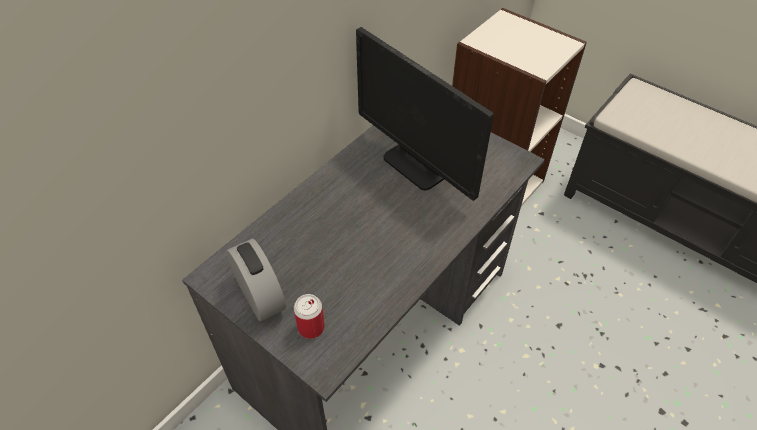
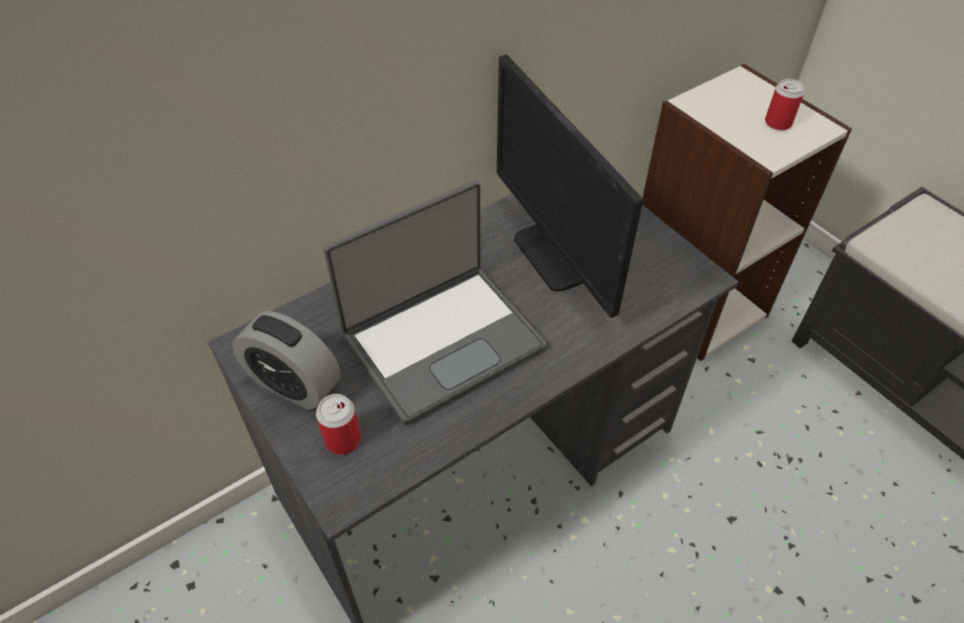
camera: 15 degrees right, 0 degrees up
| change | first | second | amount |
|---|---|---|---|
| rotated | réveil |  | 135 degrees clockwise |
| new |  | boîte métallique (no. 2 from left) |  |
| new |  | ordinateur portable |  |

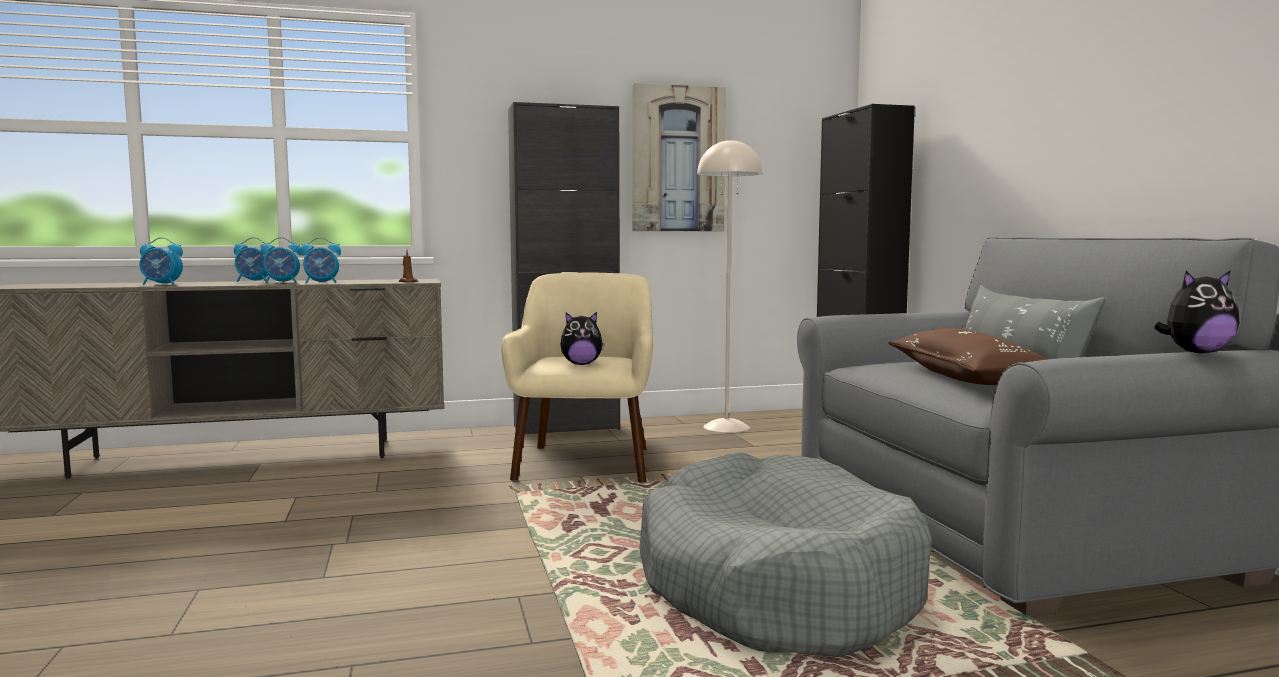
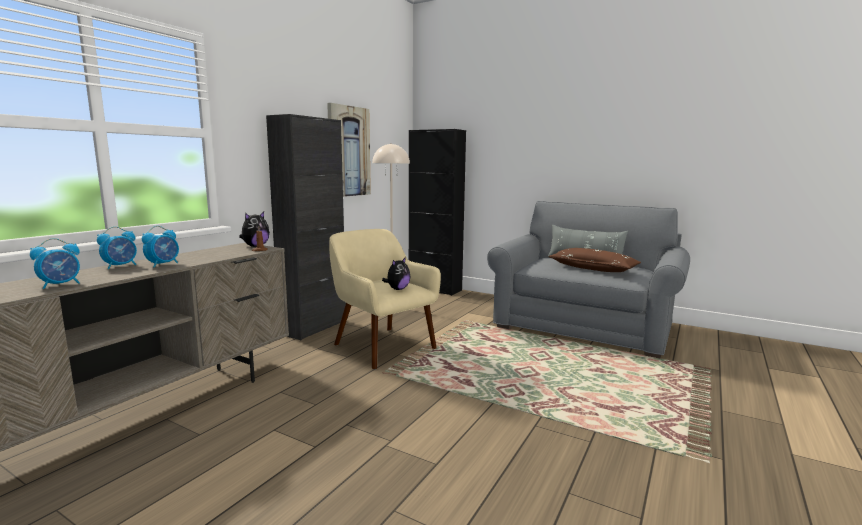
camera: 45 degrees left, 5 degrees up
| change | first | second | amount |
|---|---|---|---|
| gone | réveil (no. 4 from left) |  |  |
| shifted | peluche (no. 2 from left in the first image) | peluche (no. 1 from left) |  |
| gone | panier pour chien (gris) |  |  |

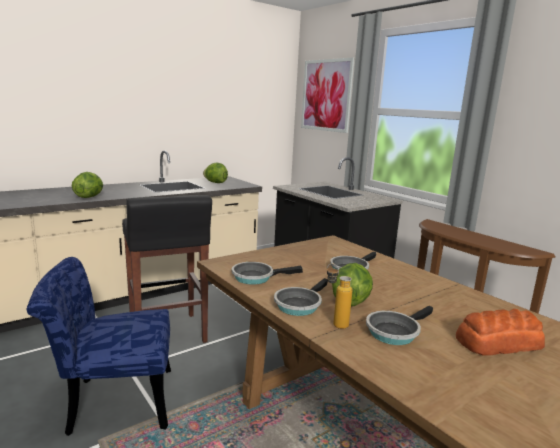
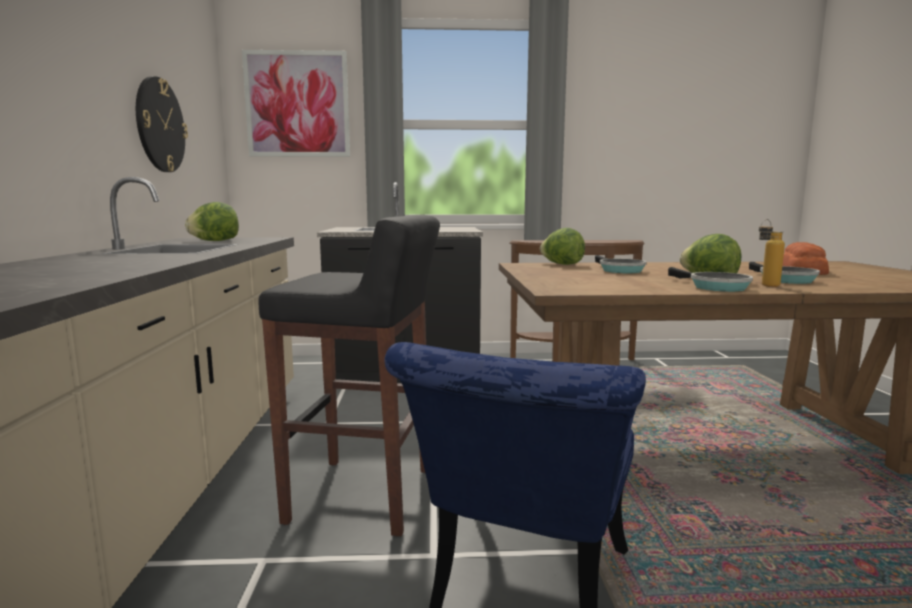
camera: 55 degrees left, 5 degrees down
| change | first | second | amount |
|---|---|---|---|
| shifted | laitue (no. 1 from left in the first image) | laitue (no. 2 from left) |  |
| gone | poêle (no. 1 from left) |  |  |
| new |  | horloge murale |  |

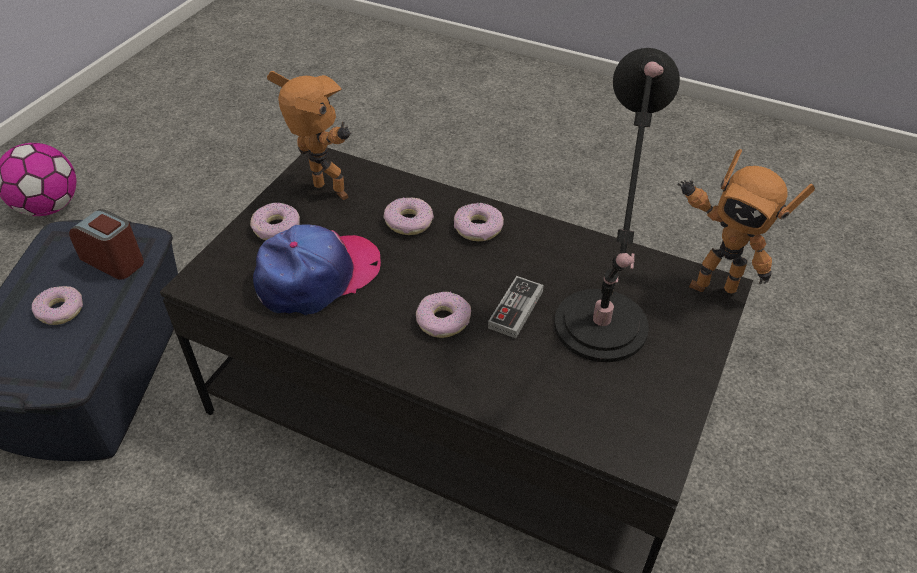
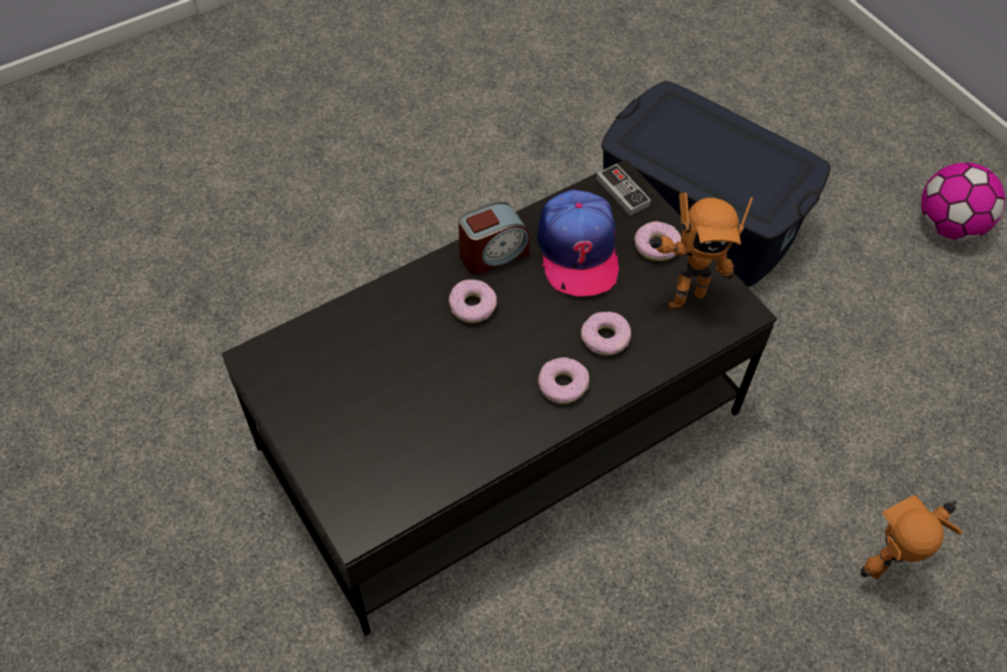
camera: 120 degrees right, 10 degrees up
| change | first | second | amount |
|---|---|---|---|
| gone | lampe de table (noir) |  |  |
| shifted | robot jouet (no. 2 from left) |  |  |
| shifted | réveil |  |  |
| shifted | manette |  |  |
| gone | beignet (no. 1 from left) |  |  |

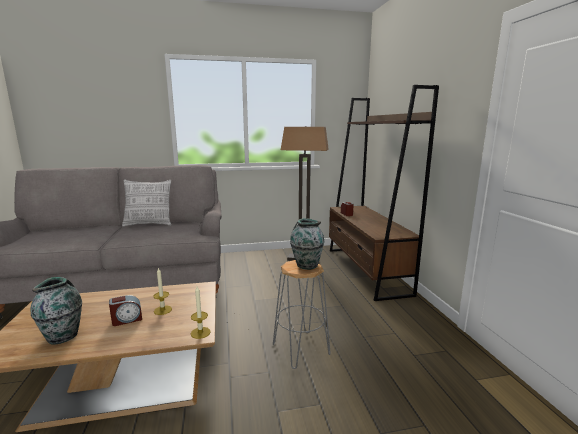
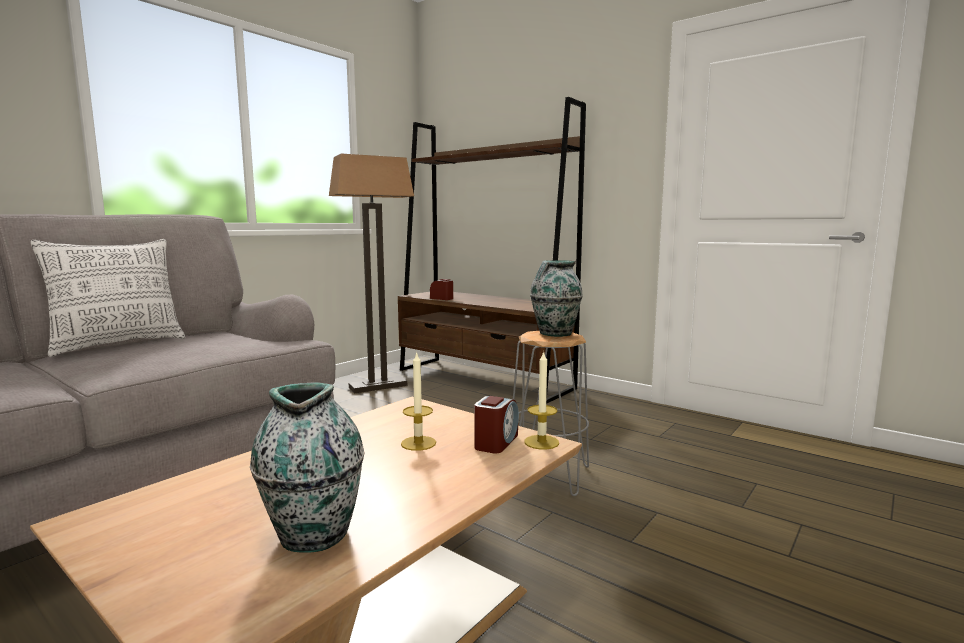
camera: 40 degrees left, 5 degrees down
| change | first | second | amount |
|---|---|---|---|
| shifted | réveil (no. 1 from left in the first image) | réveil (no. 2 from left) |  |

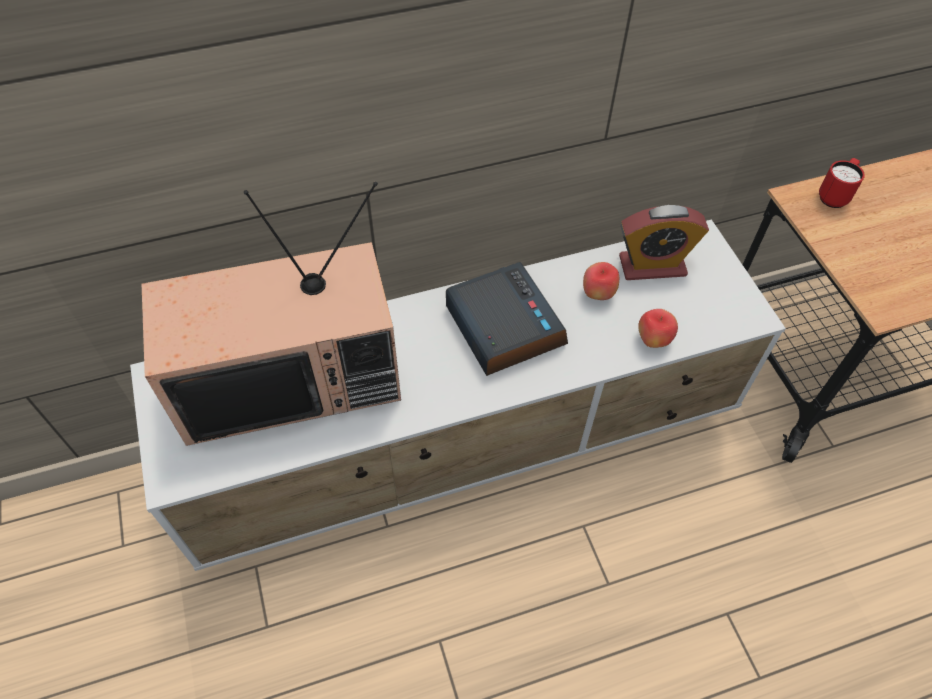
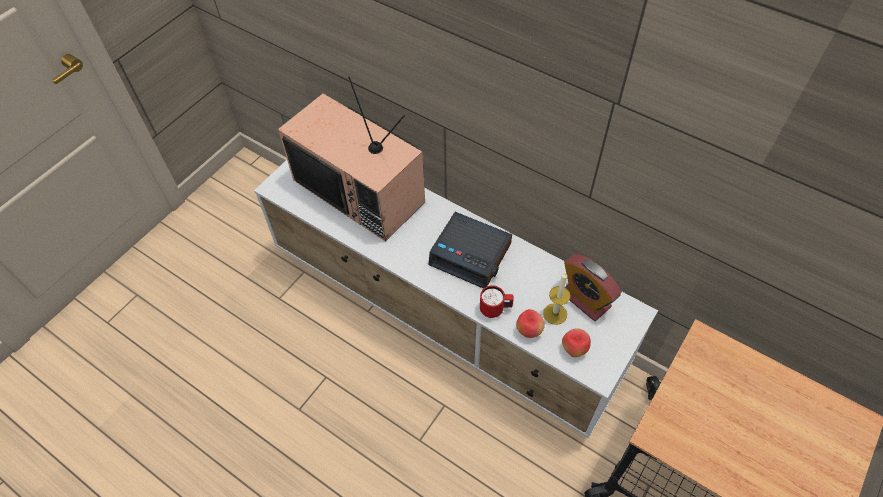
camera: 55 degrees right, 0 degrees up
| change | first | second | amount |
|---|---|---|---|
| shifted | mug (rouge) |  |  |
| rotated | réveil (no. 1 from left) |  | 90 degrees clockwise |
| shifted | pomme (no. 1 from left in the first image) | pomme (no. 2 from left) |  |
| new |  | bougie |  |

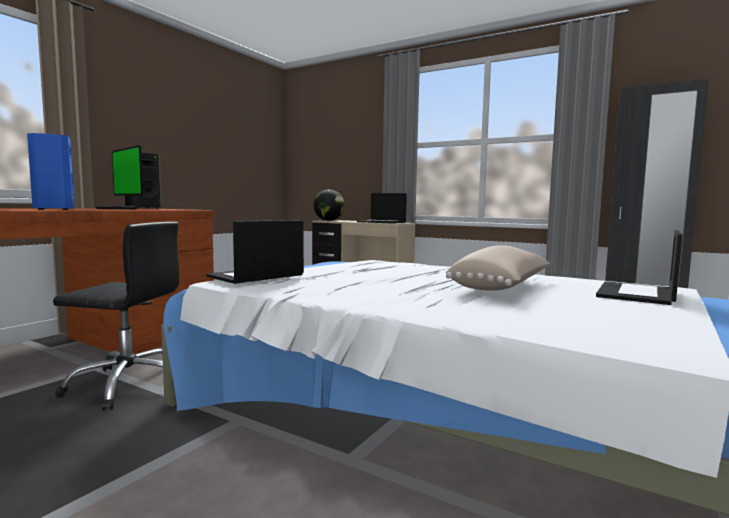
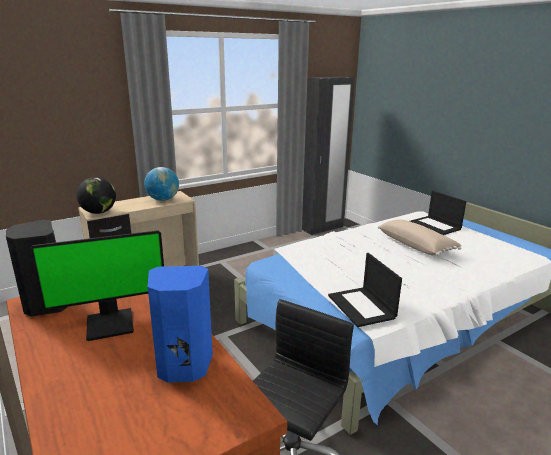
camera: 65 degrees left, 15 degrees up
| change | first | second | amount |
|---|---|---|---|
| swapped | ordinateur portable (no. 2 from left) | globe (no. 2 from left) |  |

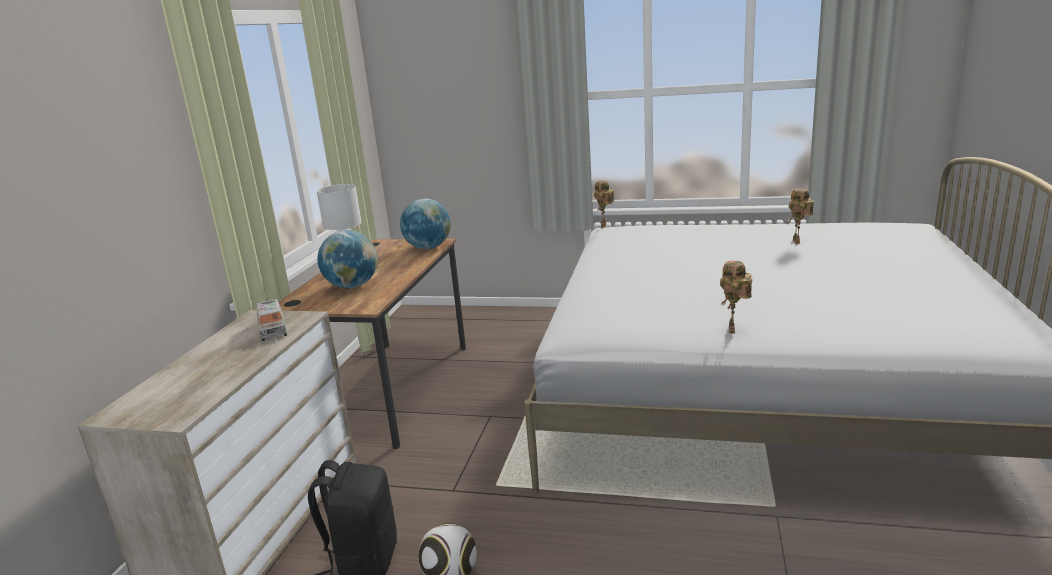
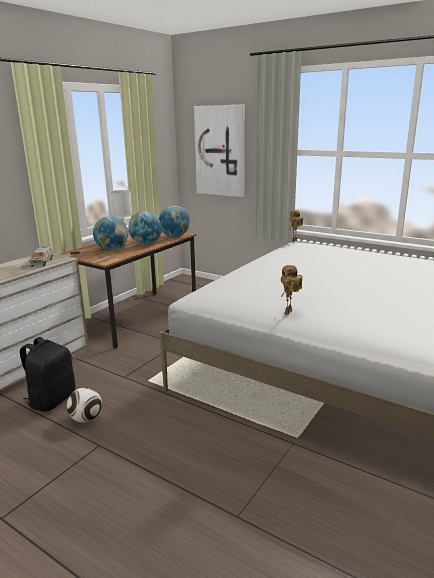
camera: 20 degrees right, 0 degrees up
| change | first | second | amount |
|---|---|---|---|
| gone | robot jouet (no. 3 from left) |  |  |
| new |  | tableau |  |
| new |  | globe (no. 2 from left) |  |

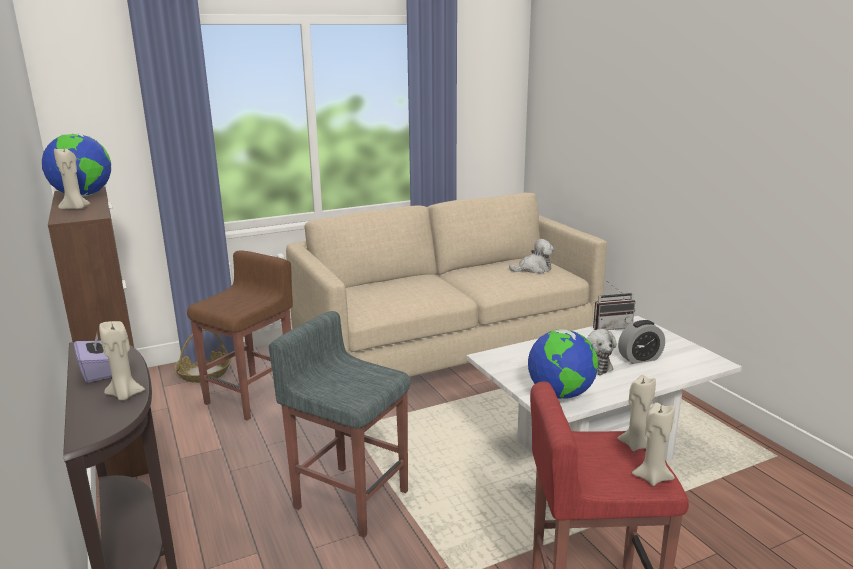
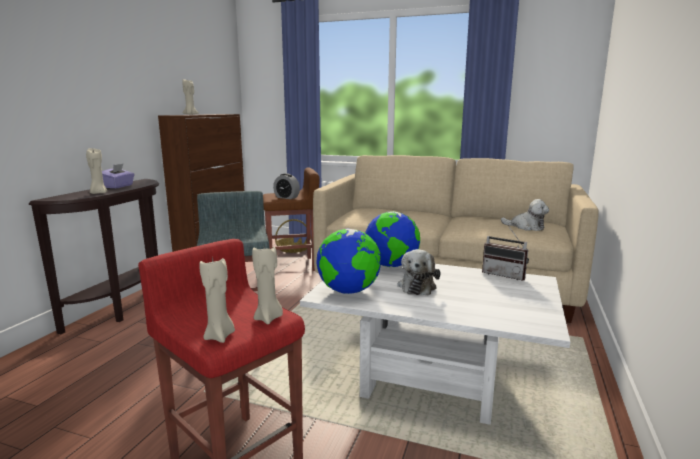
camera: 45 degrees right, 5 degrees down
| change | first | second | amount |
|---|---|---|---|
| shifted | globe (no. 1 from left in the first image) | globe (no. 2 from left) |  |
| shifted | réveil |  |  |

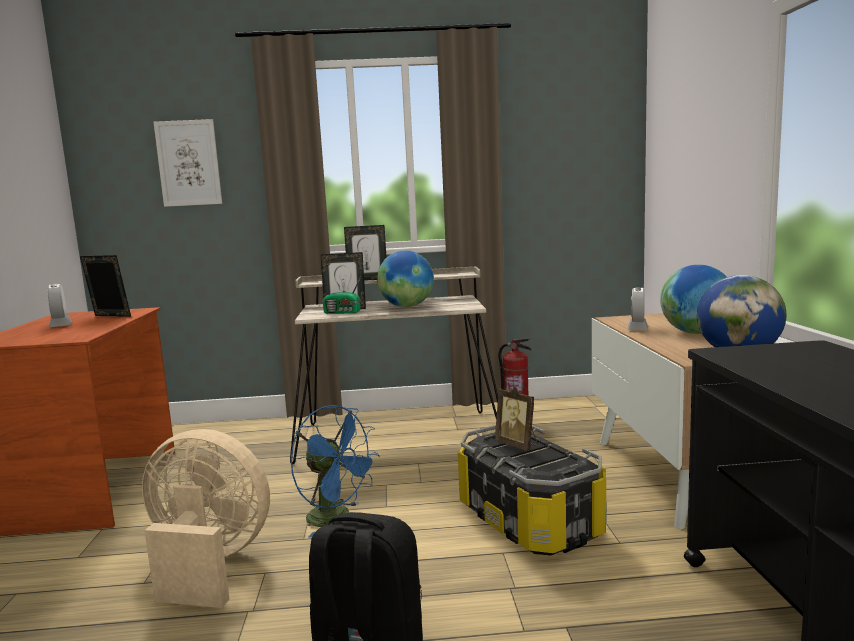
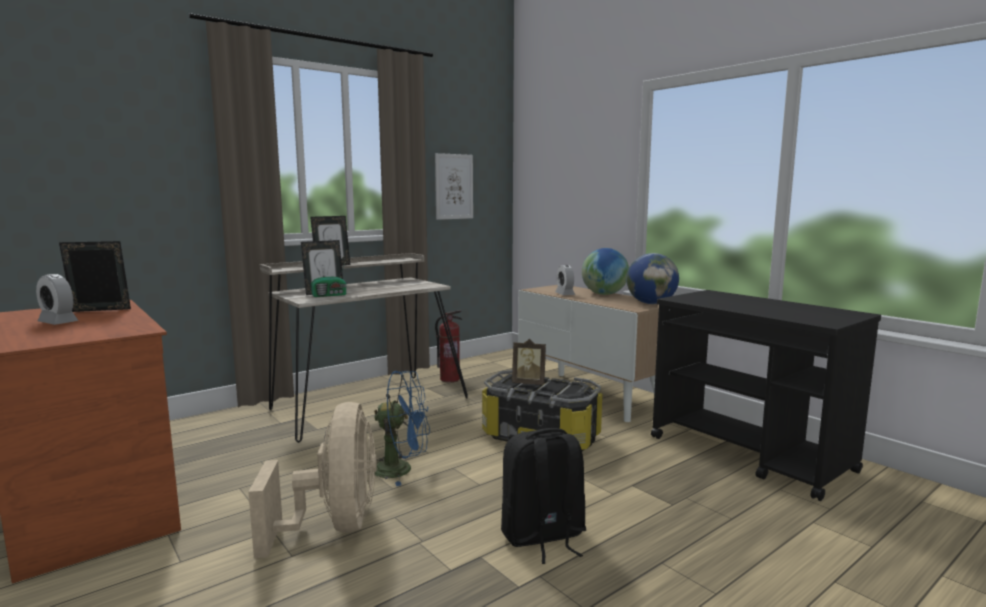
camera: 35 degrees left, 0 degrees up
| change | first | second | amount |
|---|---|---|---|
| shifted | tableau |  |  |
| gone | globe (no. 1 from left) |  |  |
| rotated | ventilateur (beige) |  | 105 degrees clockwise |

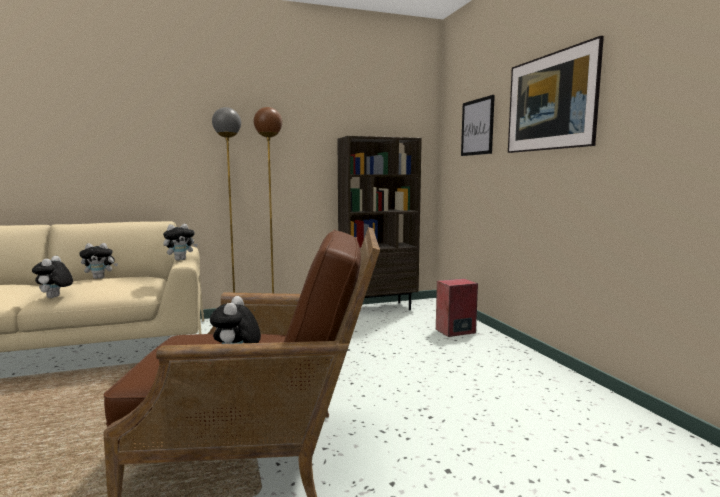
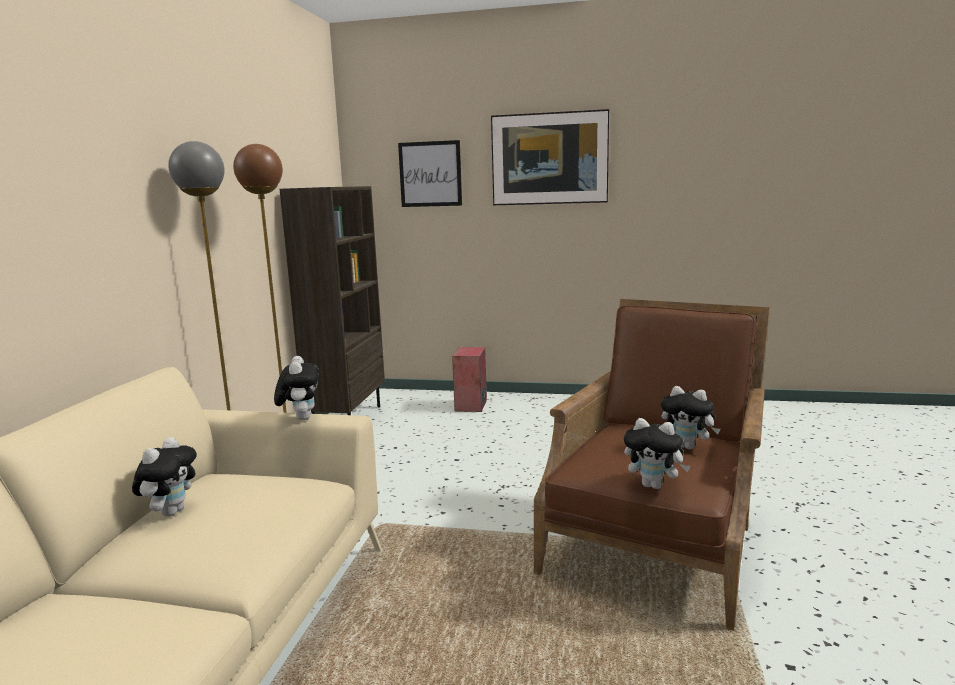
camera: 60 degrees left, 5 degrees up
| change | first | second | amount |
|---|---|---|---|
| shifted | peluche (no. 1 from left in the first image) | peluche (no. 3 from left) |  |

